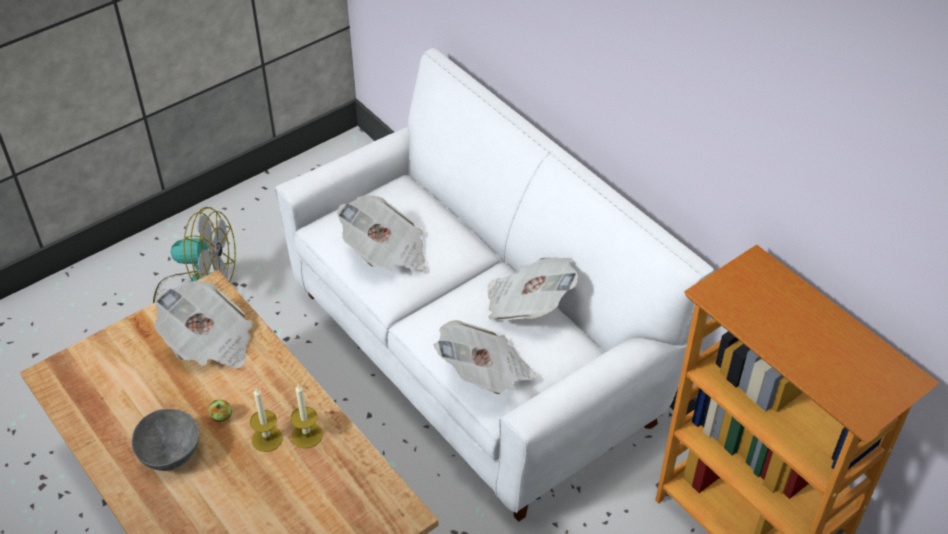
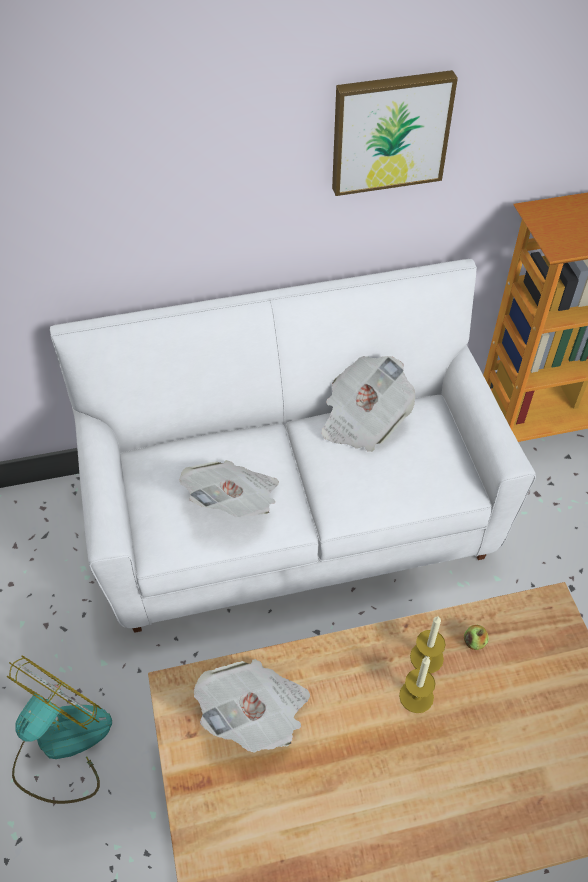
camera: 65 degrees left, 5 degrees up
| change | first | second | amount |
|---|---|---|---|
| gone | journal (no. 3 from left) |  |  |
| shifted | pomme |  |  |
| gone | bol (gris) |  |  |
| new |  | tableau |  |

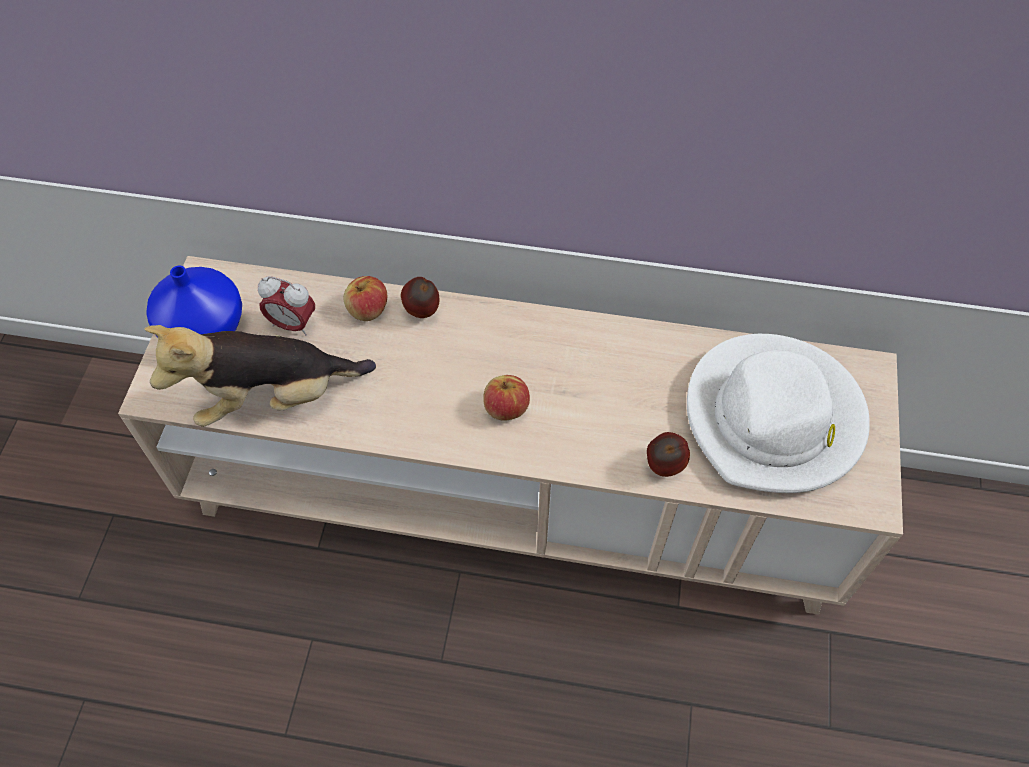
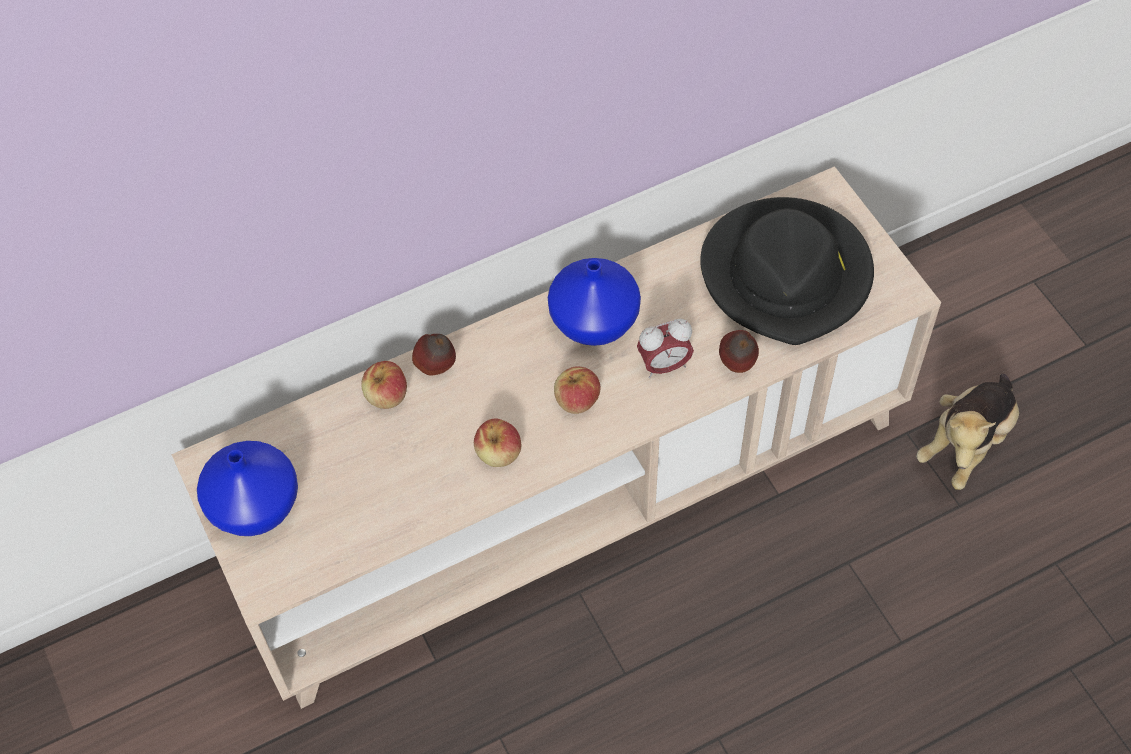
camera: 35 degrees left, 0 degrees up
| change | first | second | amount |
|---|---|---|---|
| shifted | réveil |  |  |
| shifted | peluche |  |  |
| repainted | chapeau (blanc) | chapeau (noir) |  |
| new |  | vase (bleu) (no. 2 from left) |  |
| new |  | pomme (no. 3 from left) |  |

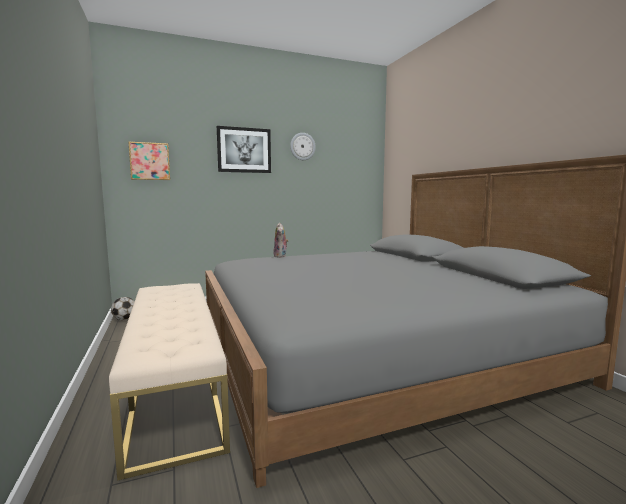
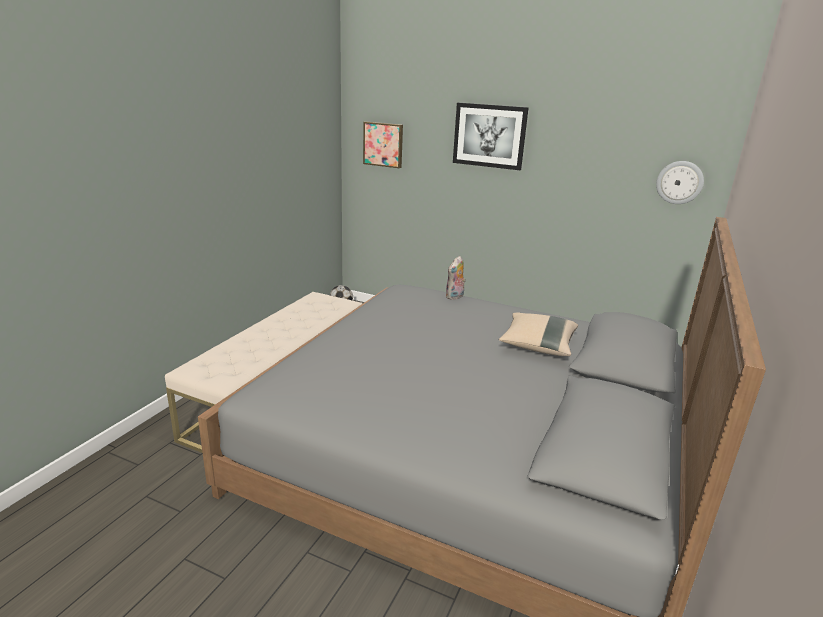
camera: 45 degrees right, 15 degrees up
| change | first | second | amount |
|---|---|---|---|
| shifted | horloge murale |  |  |
| new |  | coussin (beige) |  |

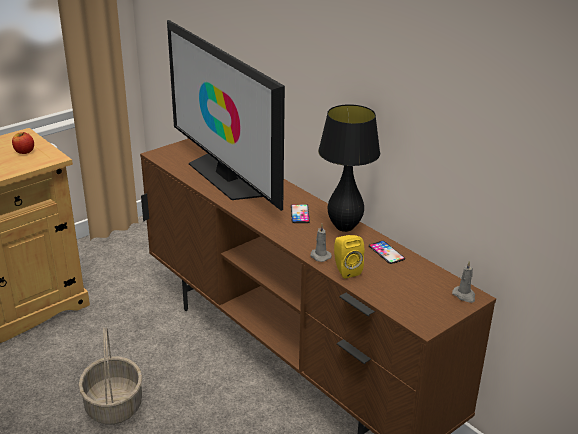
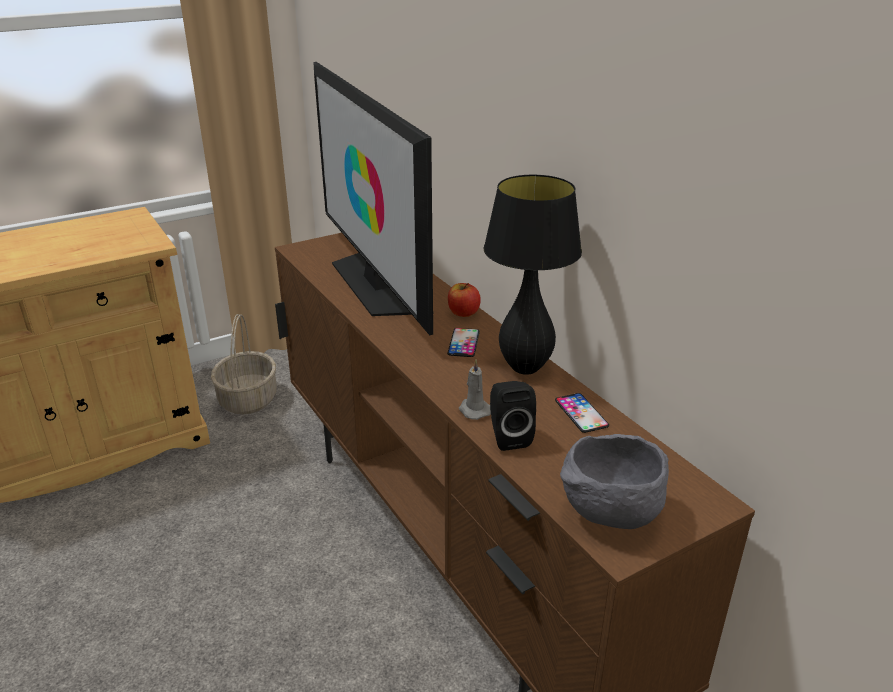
camera: 10 degrees right, 0 degrees up
| change | first | second | amount |
|---|---|---|---|
| shifted | pomme |  |  |
| repainted | enceinte (jaune) | enceinte (noir) |  |
| gone | bougie (gris) (no. 2 from left) |  |  |
| shifted | panier |  |  |
| new |  | bol (gris) |  |

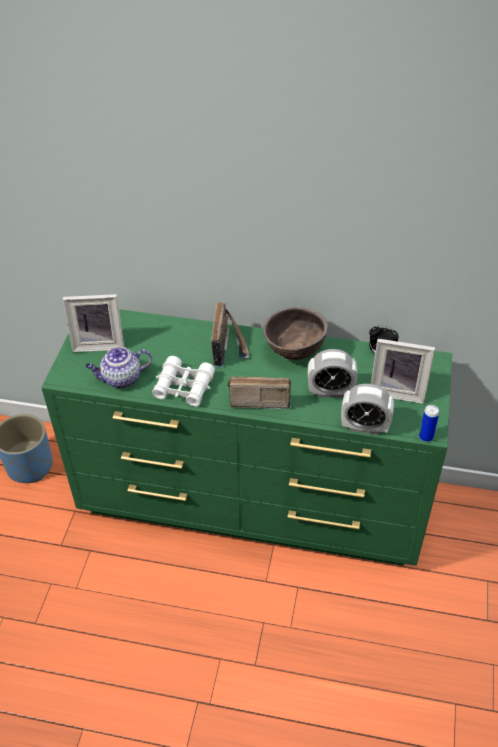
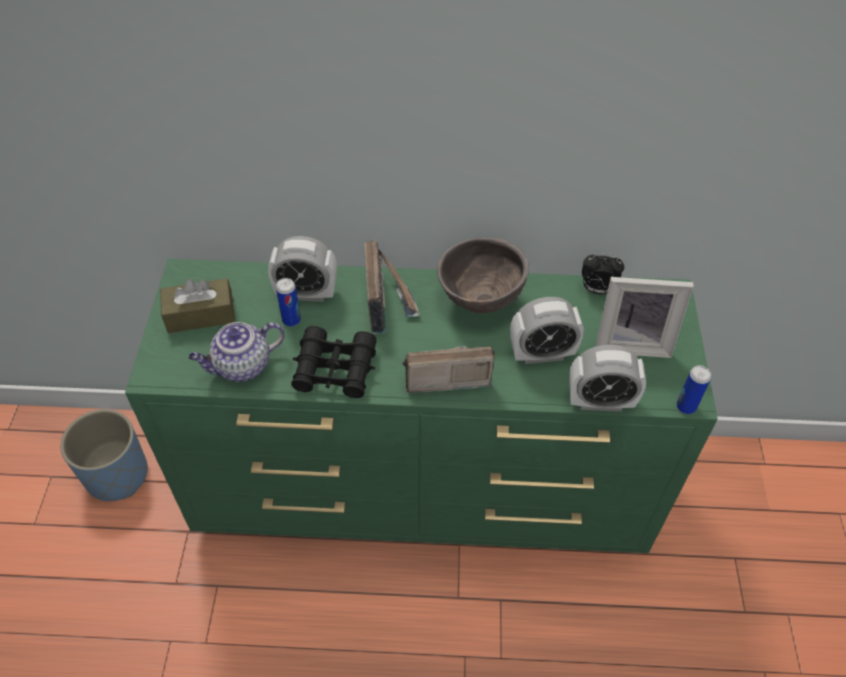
camera: 10 degrees left, 5 degrees up
| change | first | second | amount |
|---|---|---|---|
| swapped | cadre photo (no. 1 from left) | boîte à mouchoirs (marron) |  |
| repainted | jumelles (blanc) | jumelles (noir) |  |
| new |  | réveil (no. 1 from left) |  |
| new |  | boîte métallique (no. 1 from left) |  |

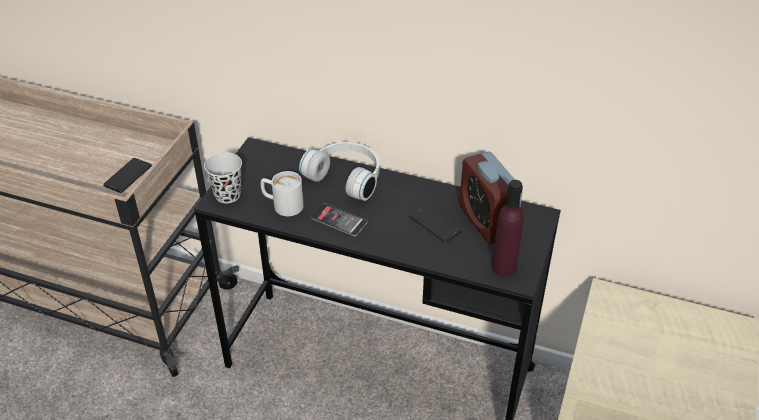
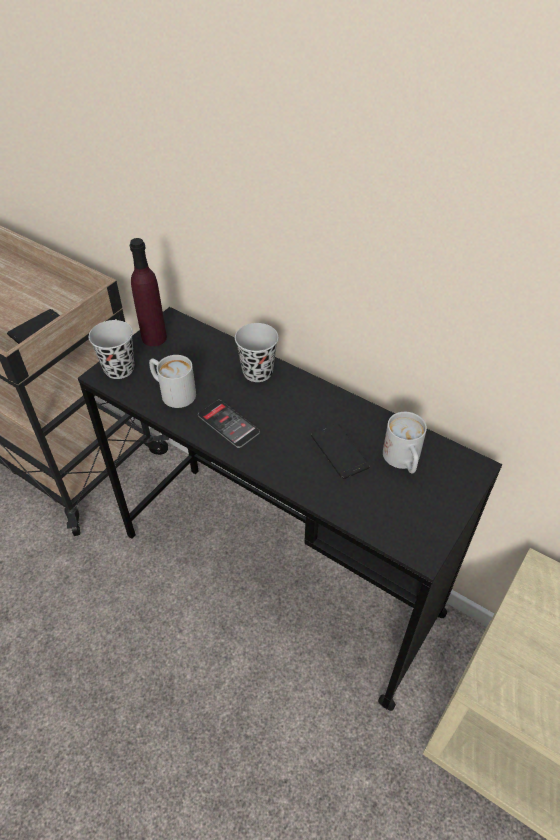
camera: 15 degrees right, 5 degrees up
| change | first | second | amount |
|---|---|---|---|
| swapped | casque audio (blanc) | tasse (noir) (no. 2 from left) |  |
| swapped | réveil | mug (blanc) (no. 2 from left) |  |
| shifted | bouteille (violet) |  |  |

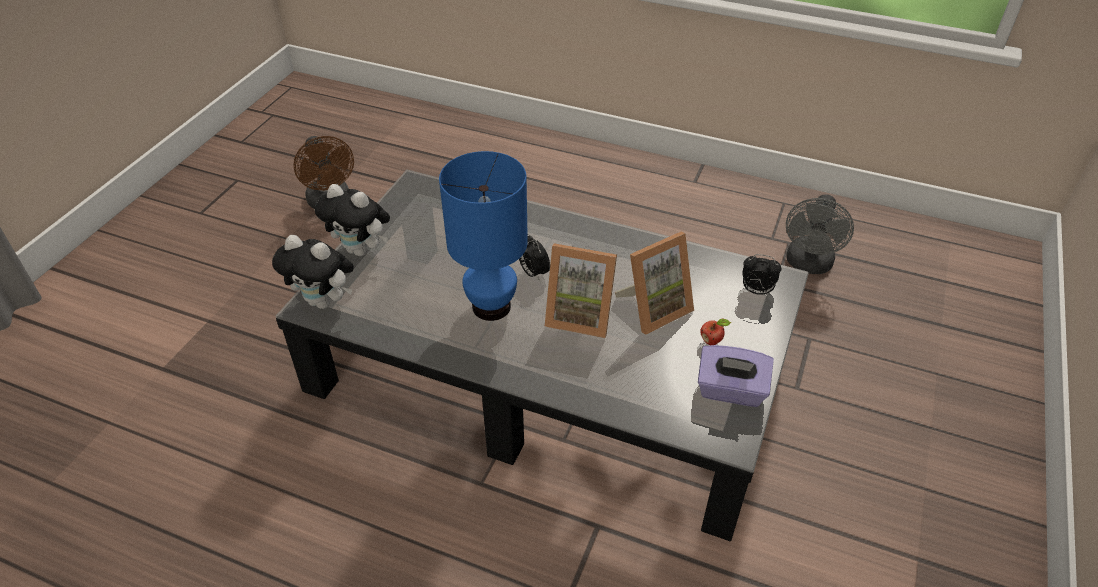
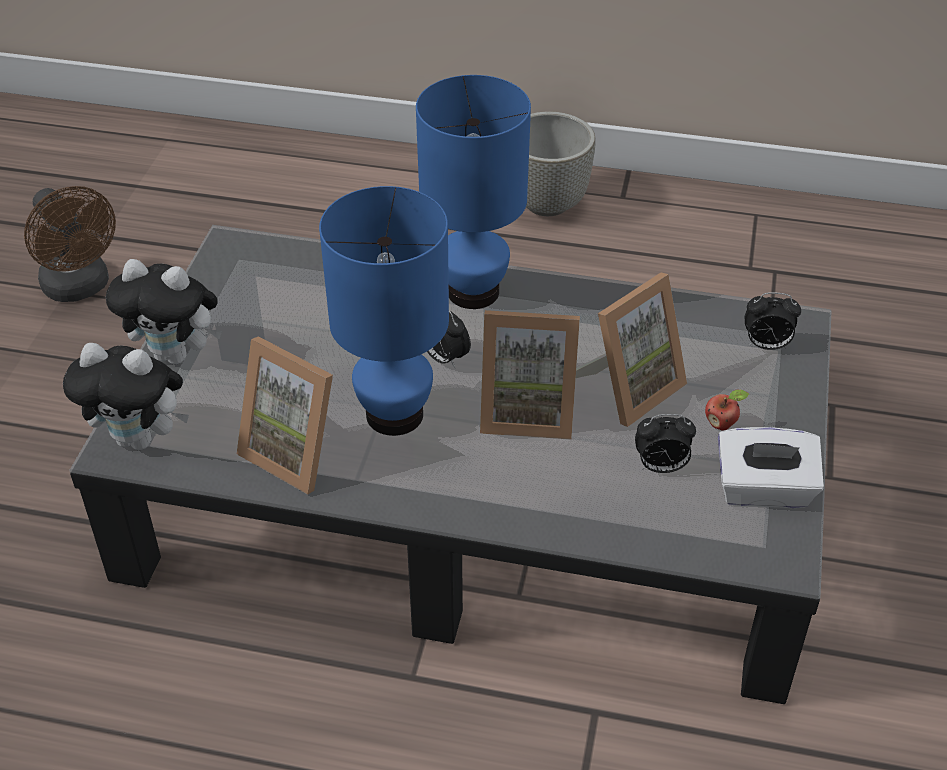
camera: 10 degrees left, 0 degrees up
| change | first | second | amount |
|---|---|---|---|
| gone | ventilateur (gris) |  |  |
| repainted | boîte à mouchoirs (violet) | boîte à mouchoirs (blanc) |  |
| new |  | lampe de table (bleu) (no. 2 from left) |  |
| new |  | cache-pot (gris) |  |
| new |  | cadre photo (no. 1 from left) |  |
| new |  | réveil (no. 2 from left) |  |

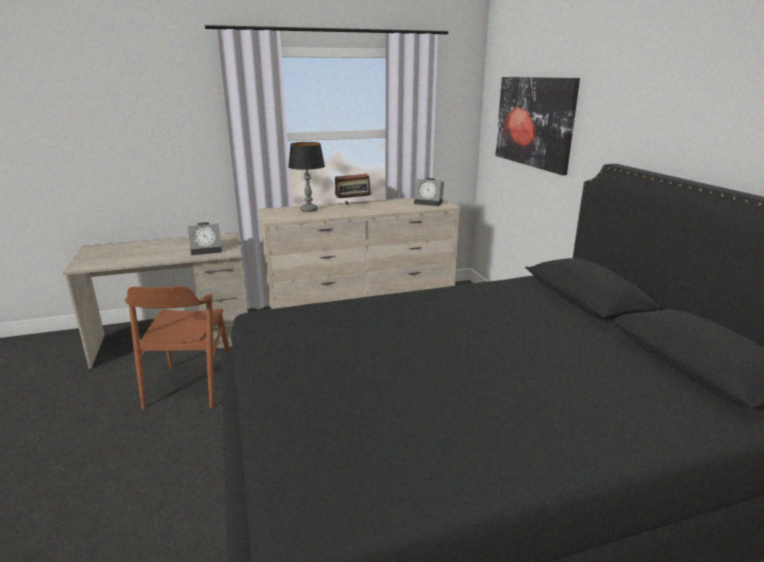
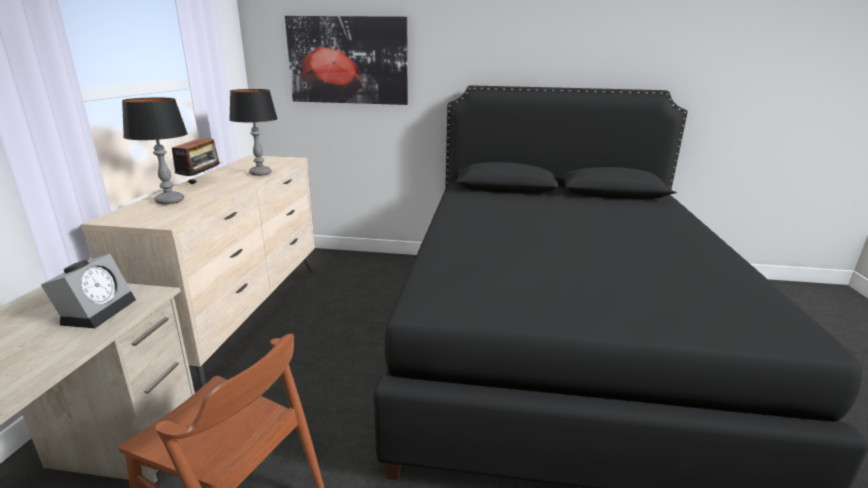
camera: 65 degrees left, 0 degrees up
| change | first | second | amount |
|---|---|---|---|
| gone | réveil (no. 2 from left) |  |  |
| new |  | lampe de table (no. 2 from left) |  |

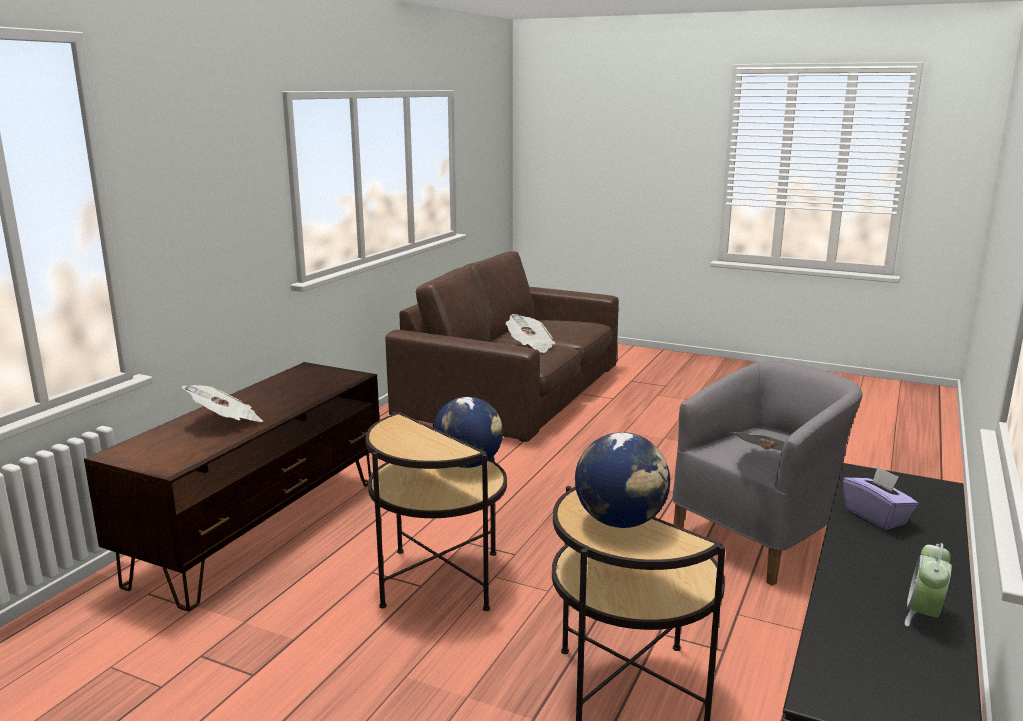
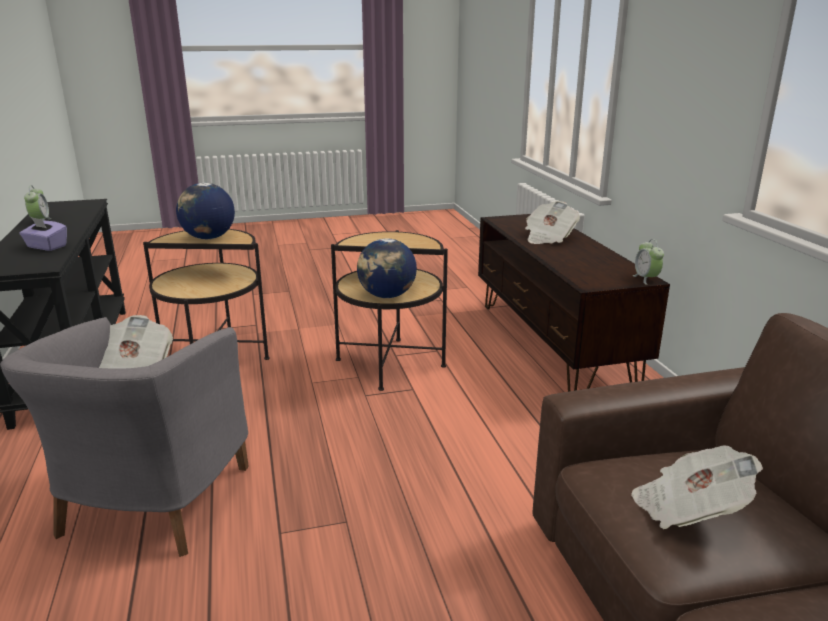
camera: 140 degrees right, 5 degrees up
| change | first | second | amount |
|---|---|---|---|
| new |  | réveil (no. 2 from left) |  |

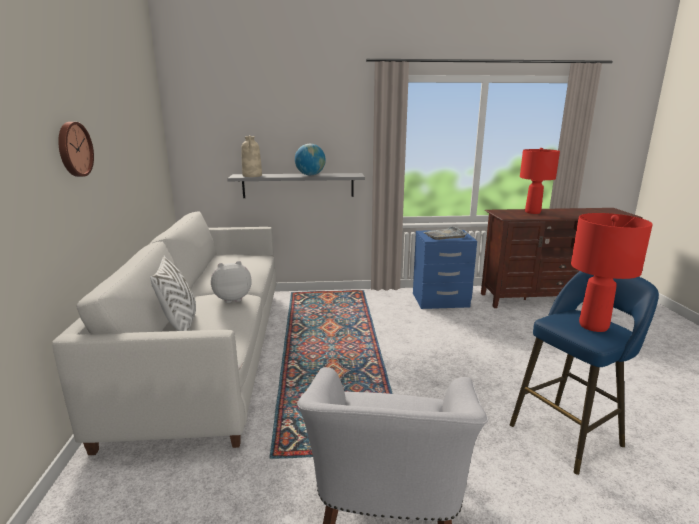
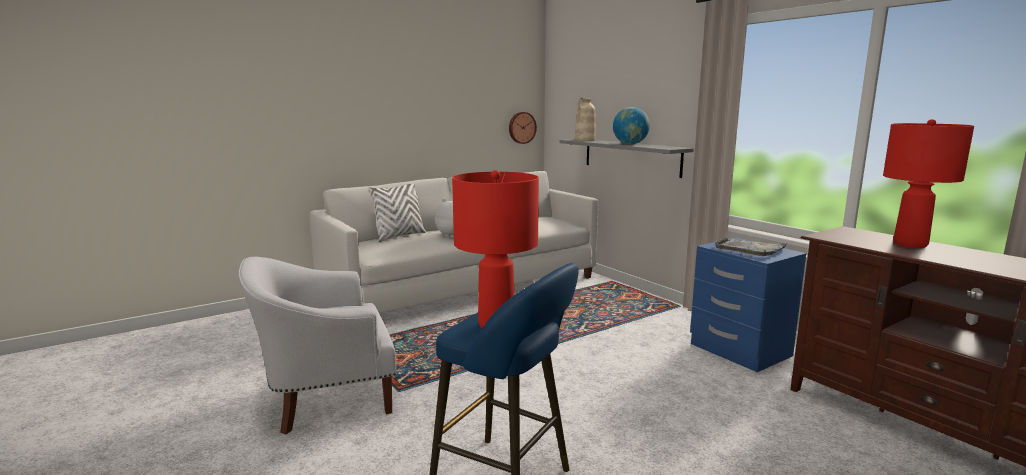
camera: 60 degrees right, 5 degrees down
| change | first | second | amount |
|---|---|---|---|
| shifted | horloge murale |  |  |

